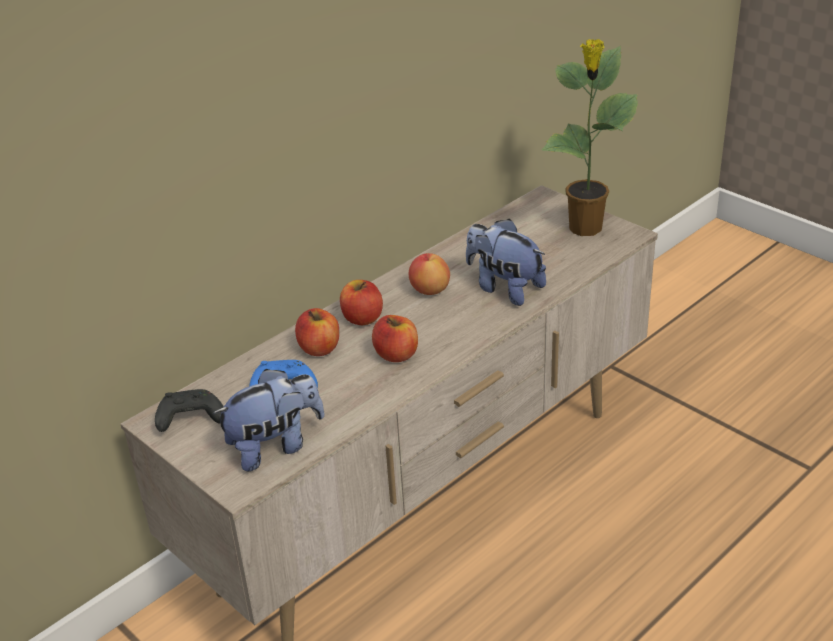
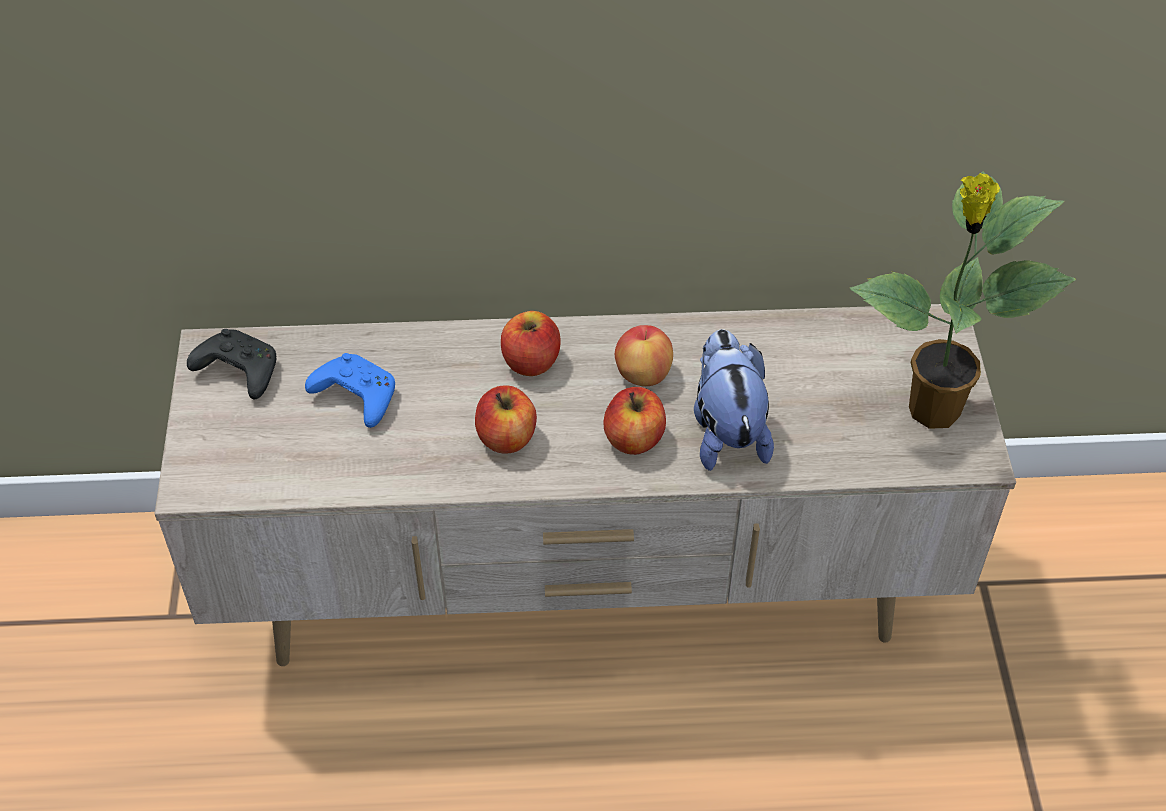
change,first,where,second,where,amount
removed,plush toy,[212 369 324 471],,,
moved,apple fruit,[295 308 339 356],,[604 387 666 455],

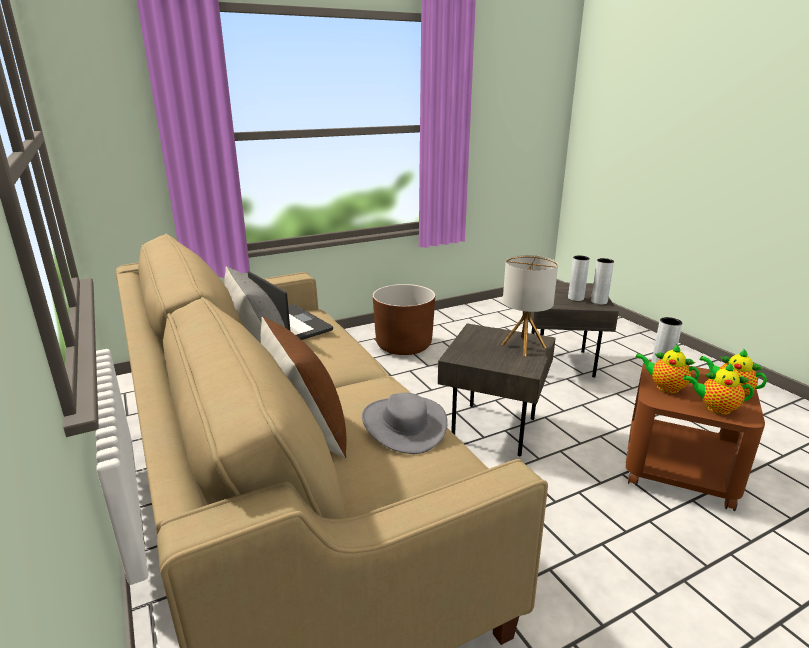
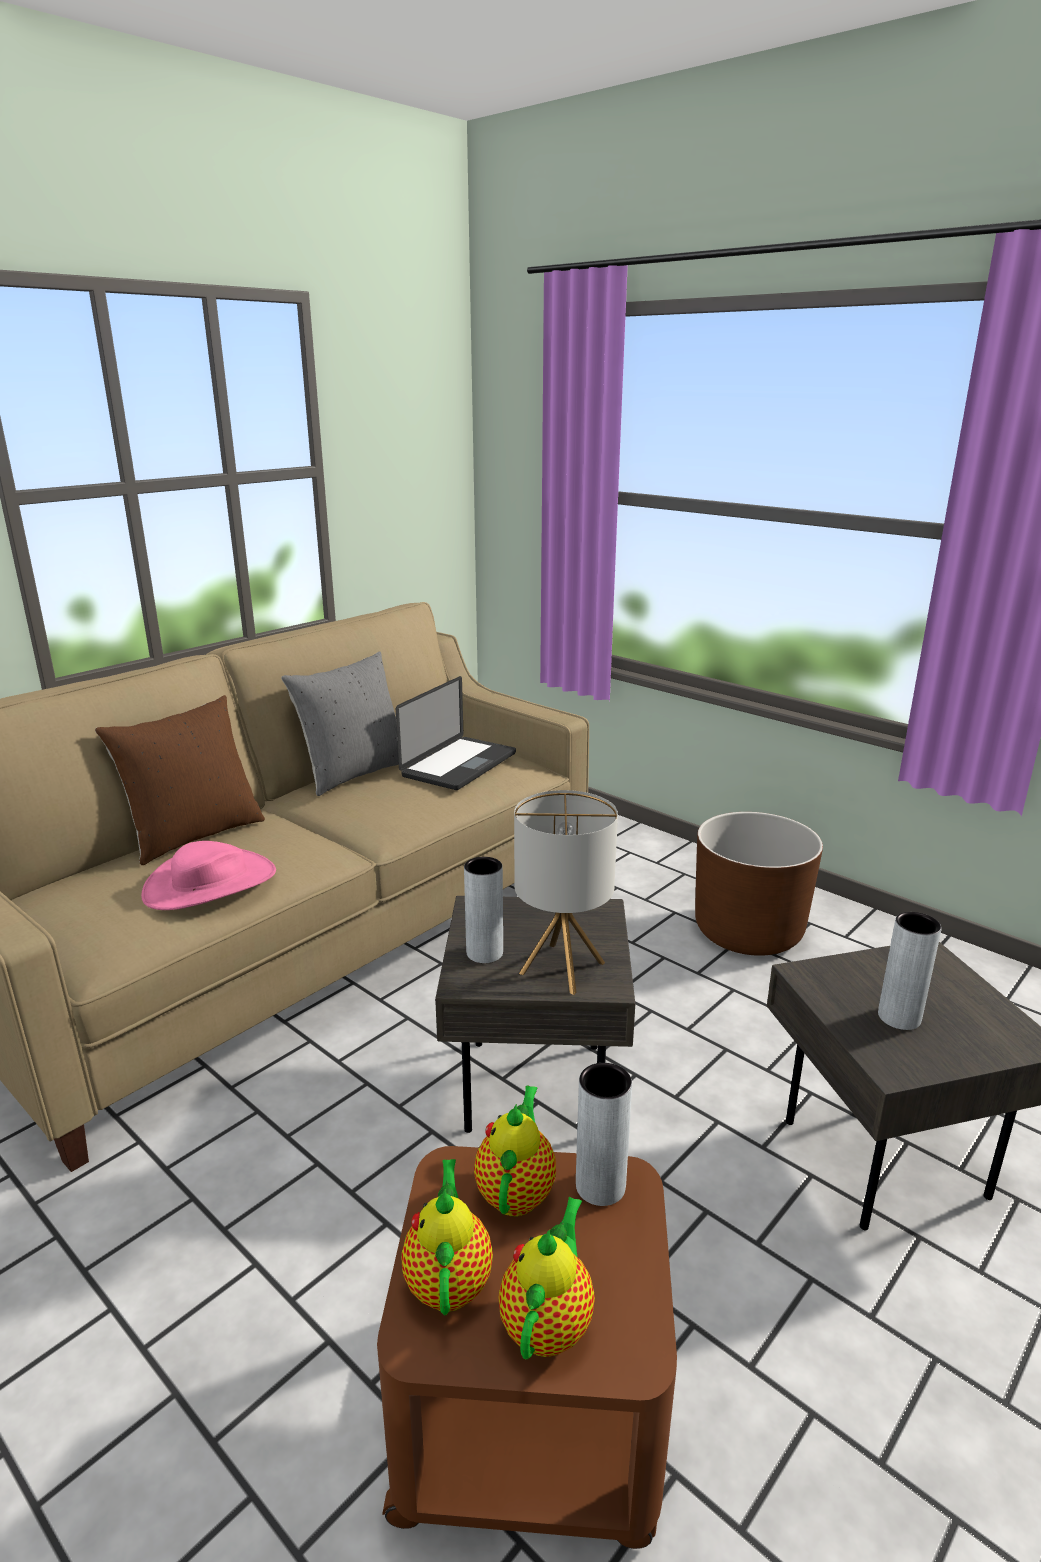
change,first,where,second,where,amount
recoloured,gray clothing hat,[362 392 448 454],pink-coloured clothing hat,[141 841 276 910],
moved,gray flower vase,[591 258 614 305],,[464 857 503 963],

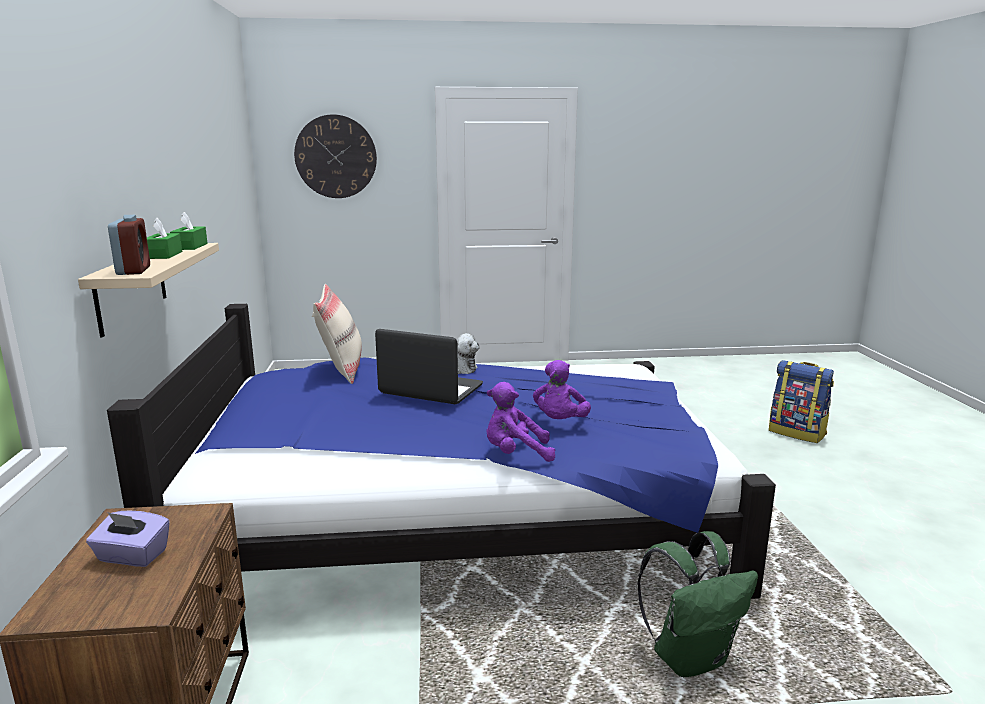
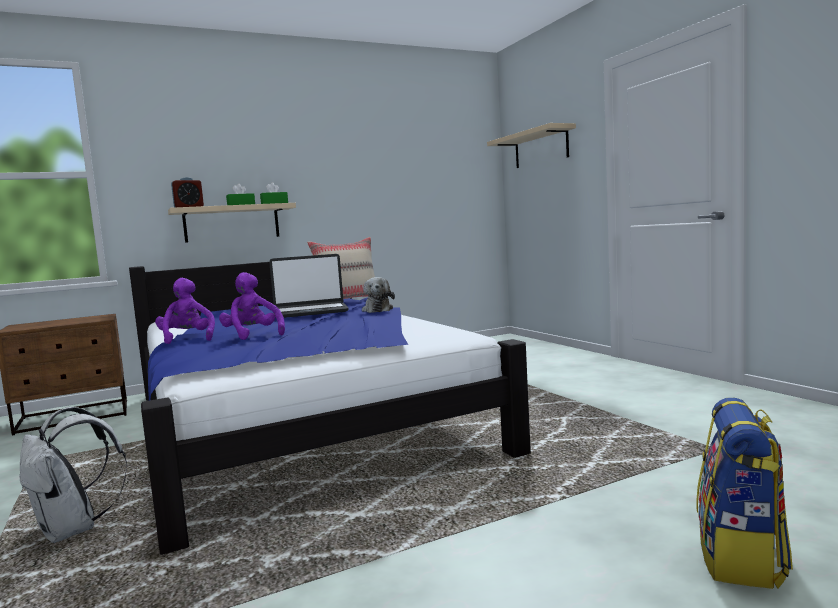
change,first,where,second,where,amount
removed,purple tissue box,[86 511 170 567],,,
replaced,hanging clock,[294 114 377 198],beige bracket shelf,[487 123 576 168],
turned,portable computer,[375 329 483 404],,[269 254 349 318],75 degrees clockwise
turned,purple plush toy,[533 360 591 419],,[219 272 285 340],60 degrees clockwise
recoloured,green rucksack,[638 531 758 677],white rucksack,[19 407 127 543],

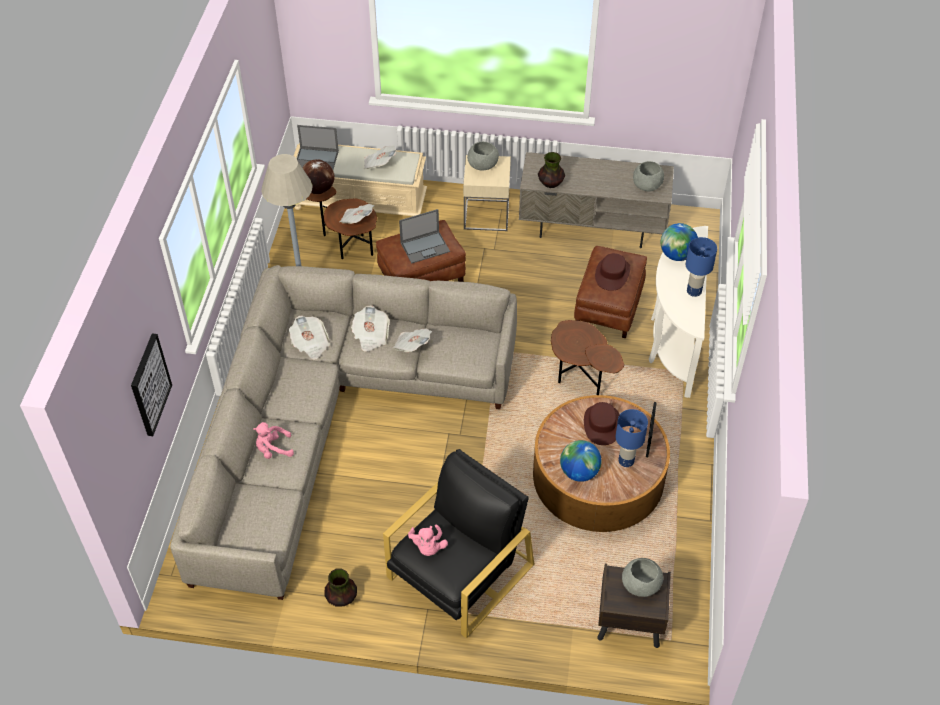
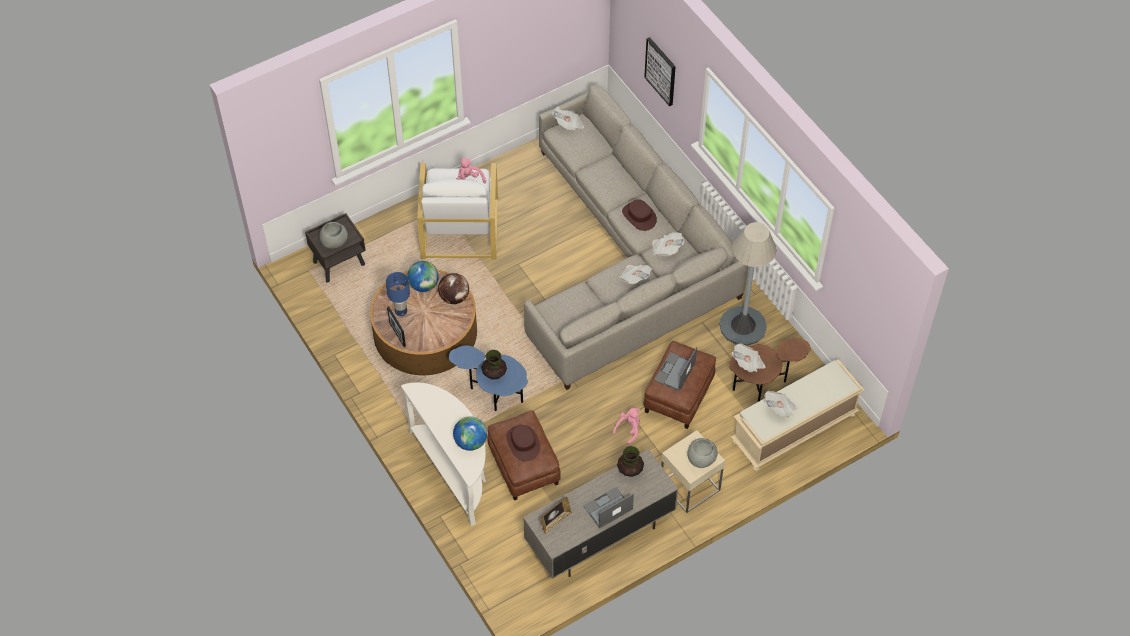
change,first,where,second,where,amount
moved,pink-coloured plush toy,[253 422 294 459],,[612 408 640 445],
moved,portable computer,[297 125 339 169],,[583 487 634 528],
moved,desk globe,[302 159 335 194],,[438 273 469 304],
moved,flower vase,[324 568 357 607],,[481 350 507 380],
recoloured,black easy chair,[383 449 534 638],white easy chair,[417 163 498 260],
moved,printed paper,[393 328 432 352],,[552 106 584 131],
recoloured,brown side table,[551 320 624 395],blue-coloured side table,[449 345 528 411],
moved,brown clothing hat,[584 402 620 445],,[622 199 657 231],
replaced,gray bowl,[633 161 664 191],picture frame,[541 497 572 534],
removed,blue-coloured table lamp,[686 237 717 297],,,

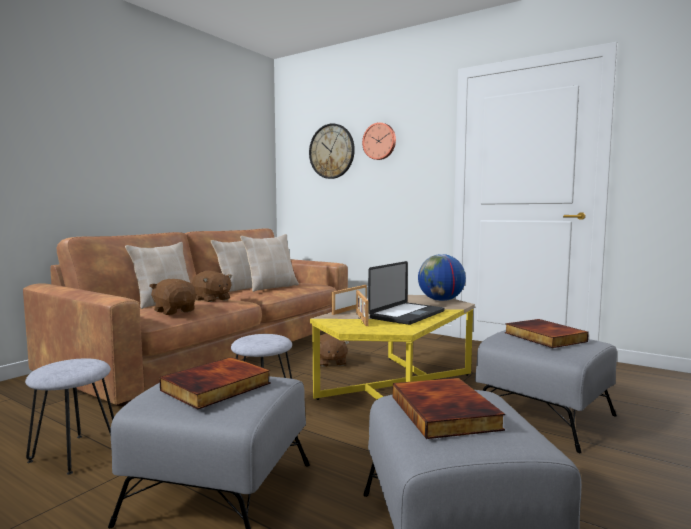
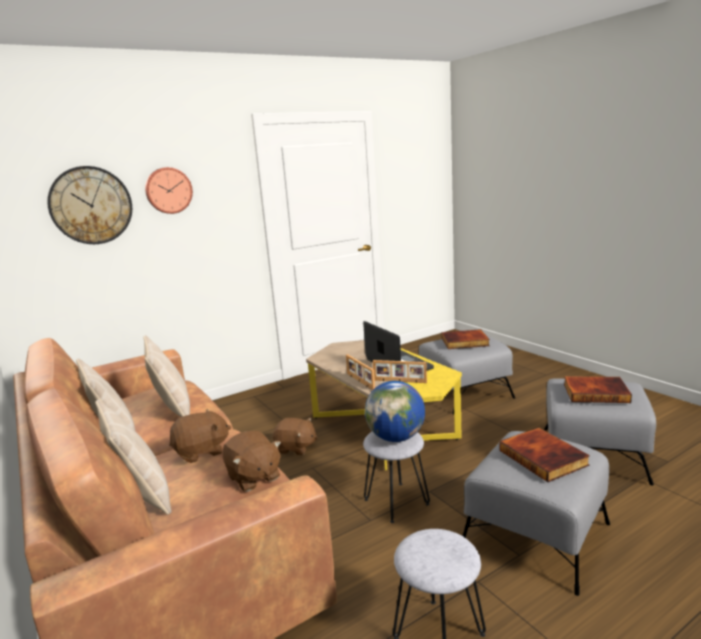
change,first,where,second,where,amount
turned,brown plush toy,[149 279 196 315],,[223 431 281 492],105 degrees counterclockwise
moved,desk globe,[418 254 466 301],,[365 381 425 442],

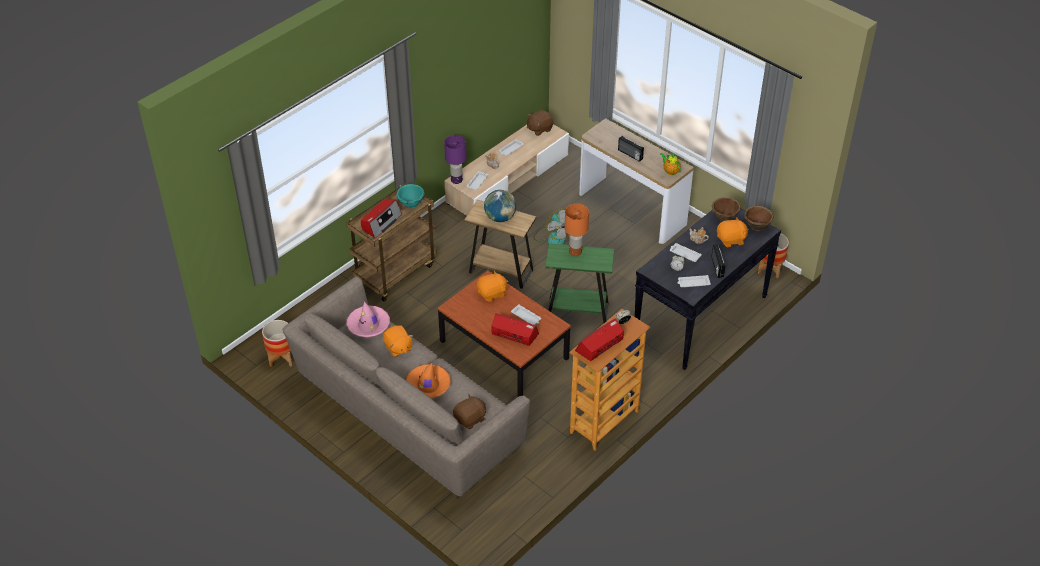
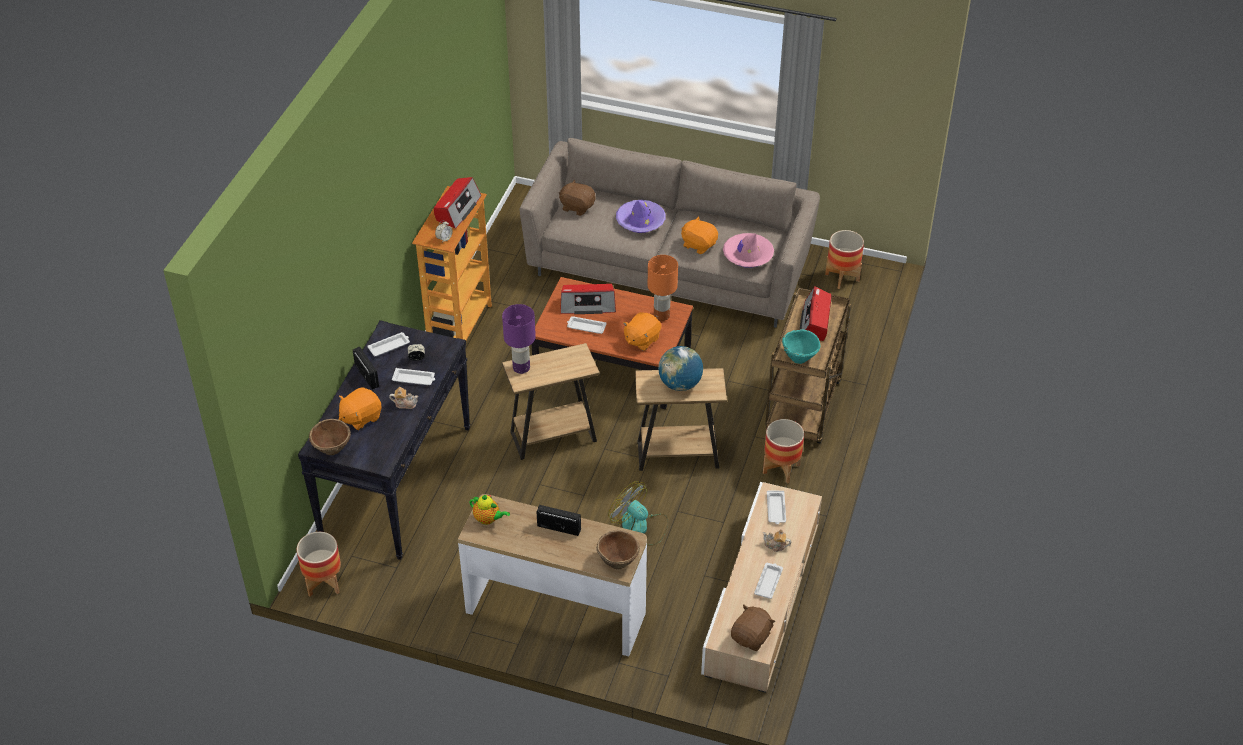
change,first,where,second,where,amount
recoloured,orange-coloured clothing hat,[406 363 451 398],purple clothing hat,[616 200 666 233],
moved,purple table lamp,[444 135 467 184],,[502 304 536 374],
turned,brown plush toy,[453 394 486 429],,[559 179 595 216],90 degrees clockwise
recoloured,green side table,[545 243 615 323],brown side table,[502 343 600 460],
moved,orange-coloured table lamp,[565 204 589 256],,[648 255 678 321],
moved,brown bowl,[712 197 741 221],,[596 530 640 569],
added,,,plant pot,[763 419 804 484],

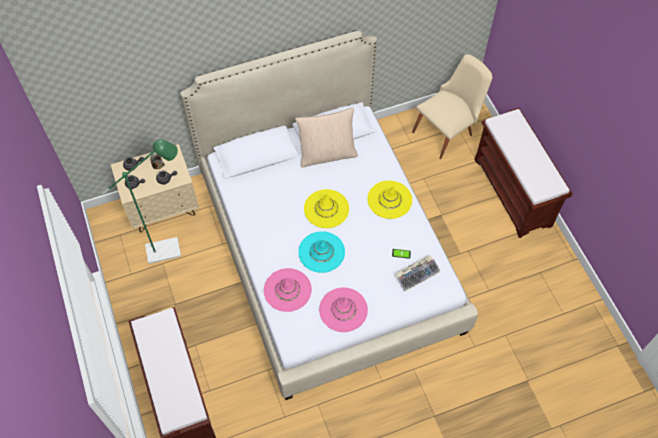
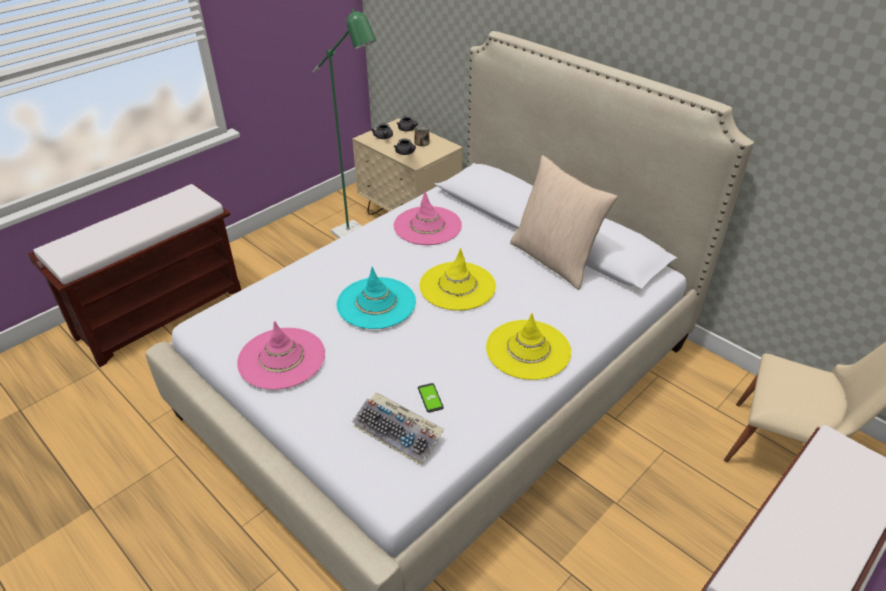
change,first,where,second,where,amount
moved,pink-coloured clothing hat,[264 268 312 312],,[394 191 462 245],

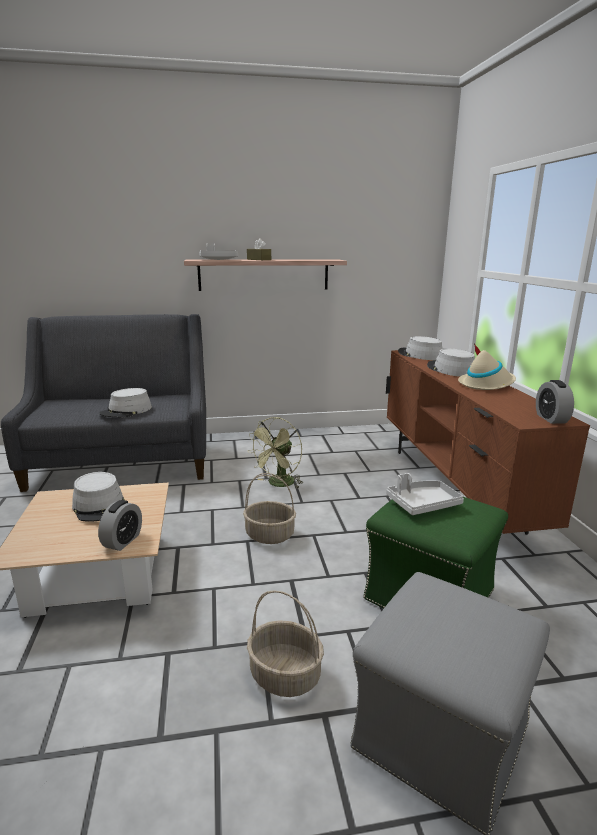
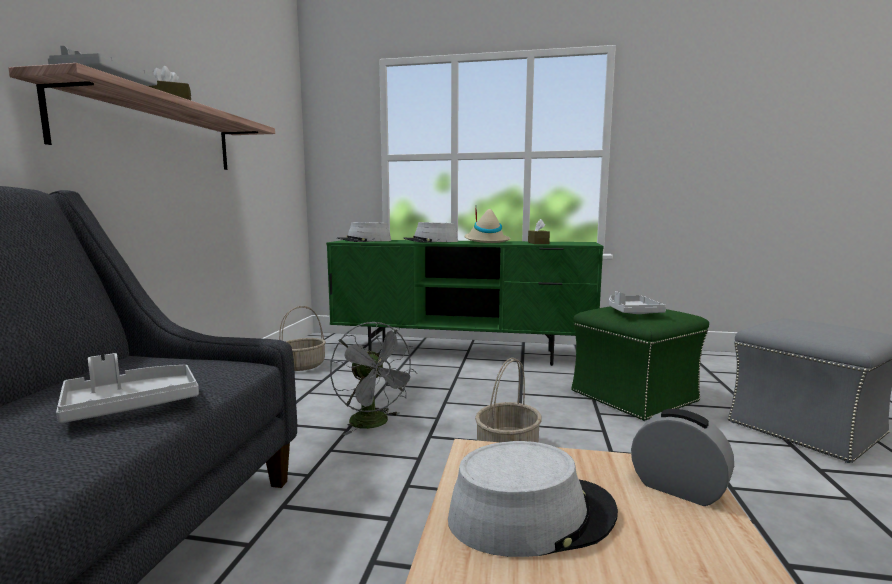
change,first,where,second,where,amount
replaced,gray clothing hat,[99 388 152 418],gray tray,[56 353 199 423],
recoloured,green electric fan,[247 417 303 488],gray electric fan,[330 322 418 435],
moved,basket,[247 590 324 697],,[279 306 326 371],
recoloured,brown tv stand,[386 350 590 535],green tv stand,[326 240 604 366],
removed,alarm clock,[536 380 574 424],,,
added,,,brown tissue box,[528 219 550 244],

